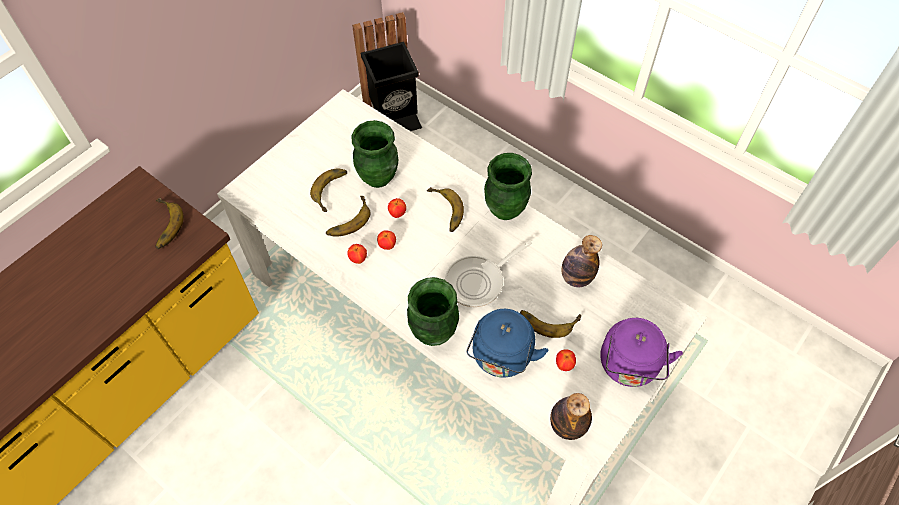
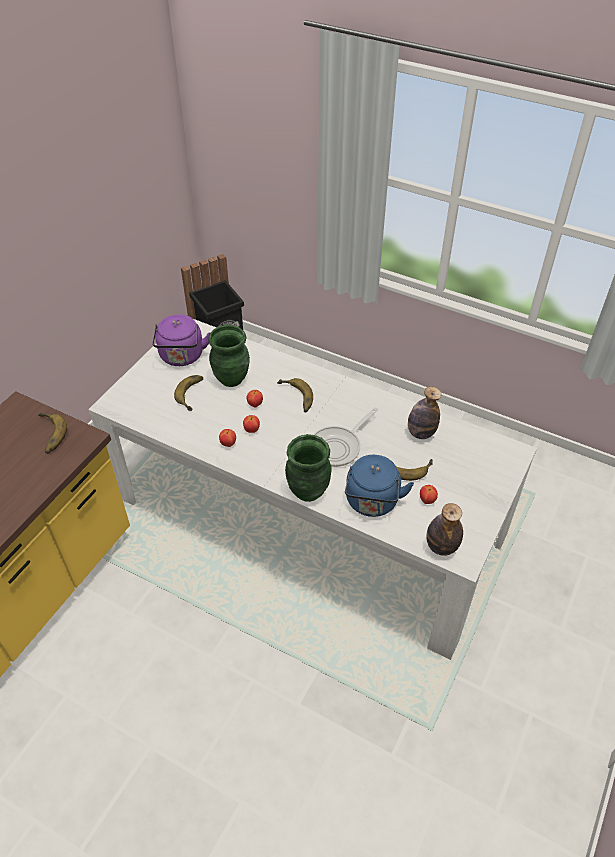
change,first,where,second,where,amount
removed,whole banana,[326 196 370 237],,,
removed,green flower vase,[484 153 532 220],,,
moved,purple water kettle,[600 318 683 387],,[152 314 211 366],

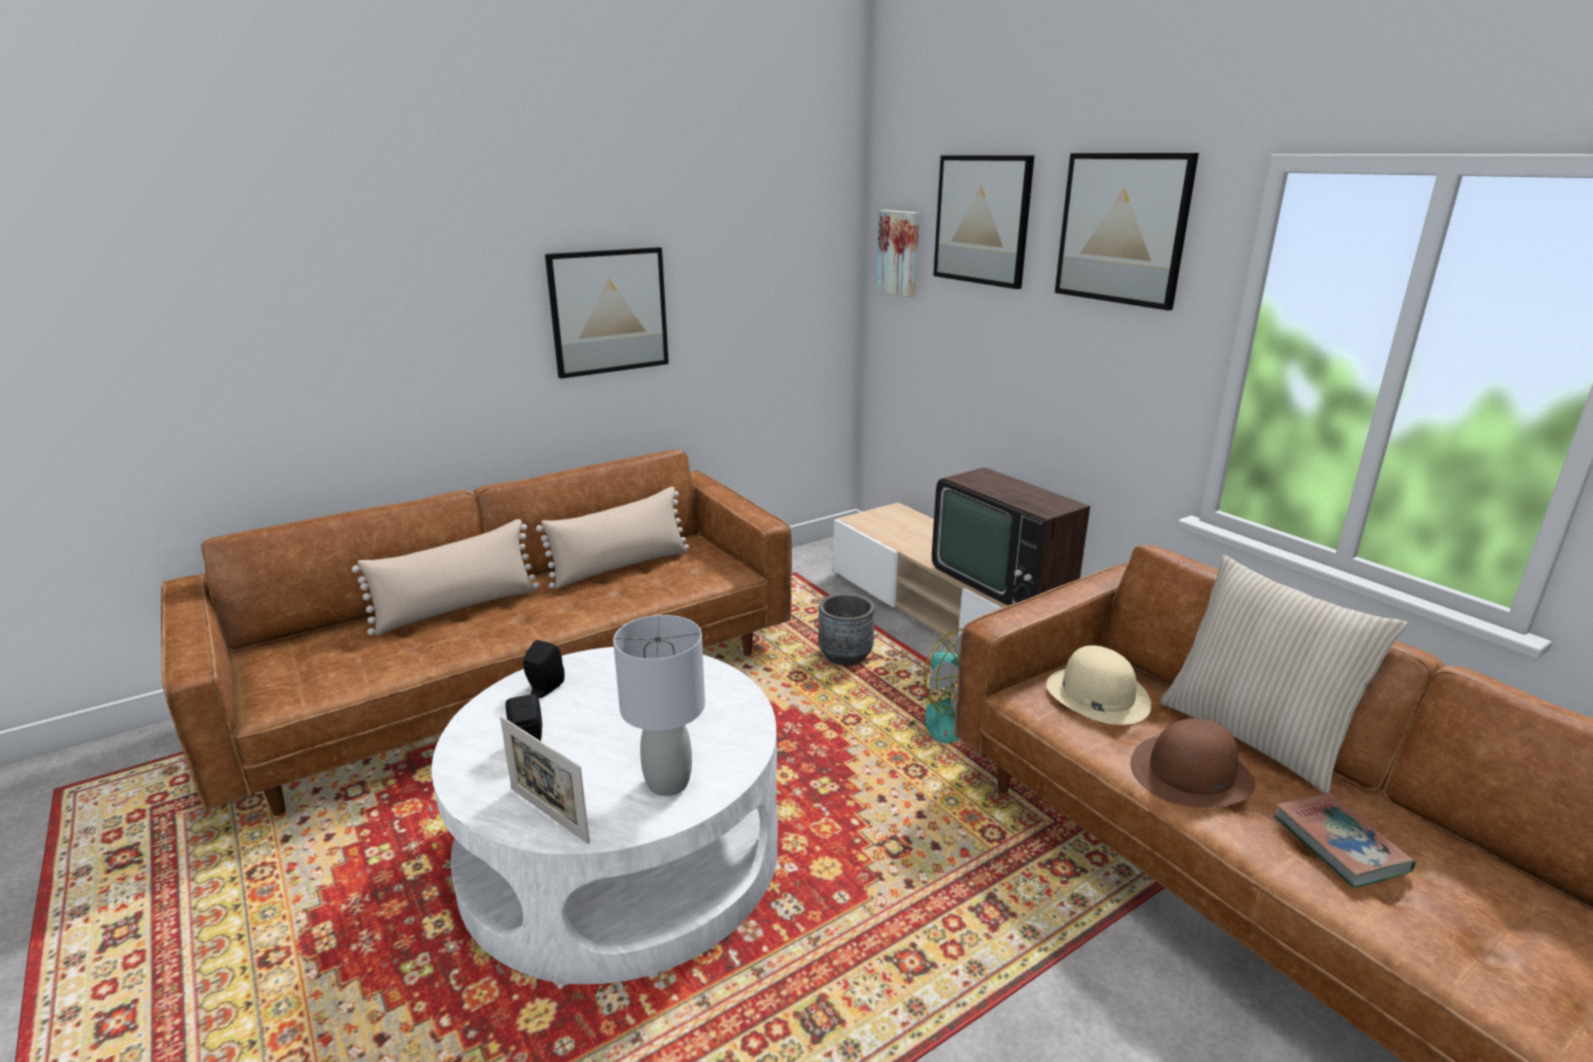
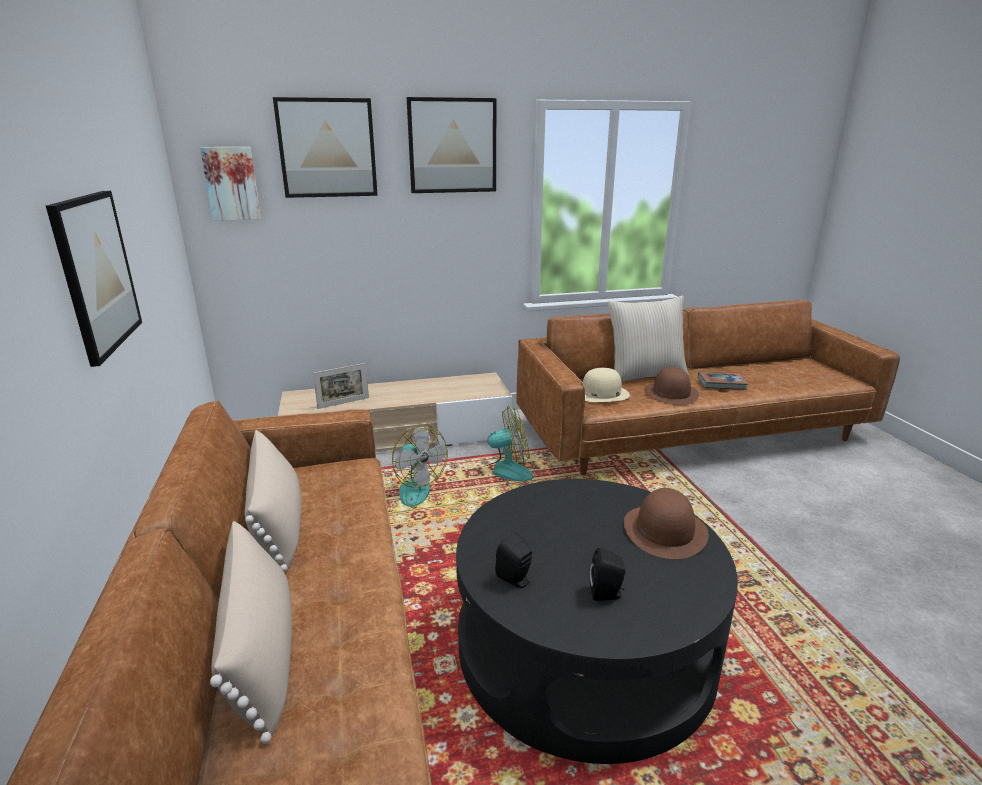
change,first,where,second,where,amount
recoloured,white low table,[432 647 778 984],black low table,[456 479 738 764],
moved,picture frame,[500 716 590 844],,[313 363 369 409],
replaced,gray table lamp,[613 615 705 796],brown clothing hat,[624 488 709 559],
replaced,gray plant pot,[818 593 875 666],electric fan,[387 425 448 507],
removed,TV,[932 468 1090 606],,,

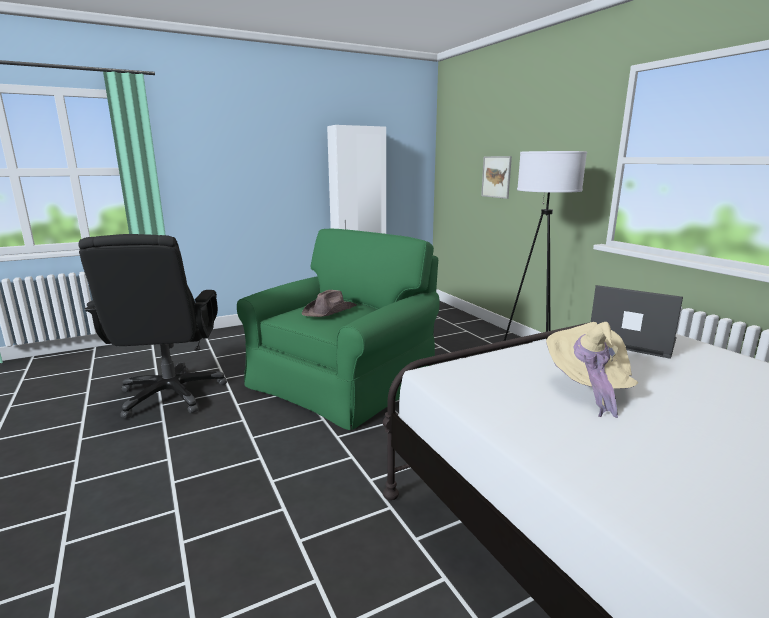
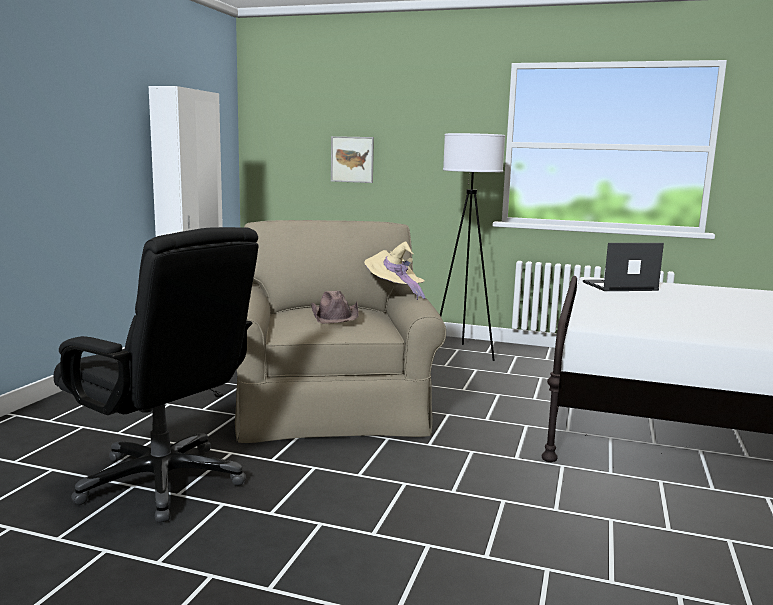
change,first,where,second,where,amount
recoloured,green easy chair,[237 228 440 430],beige easy chair,[235 220 446 443],
moved,beige clothing hat,[546 322 638 418],,[364 242 426 300],

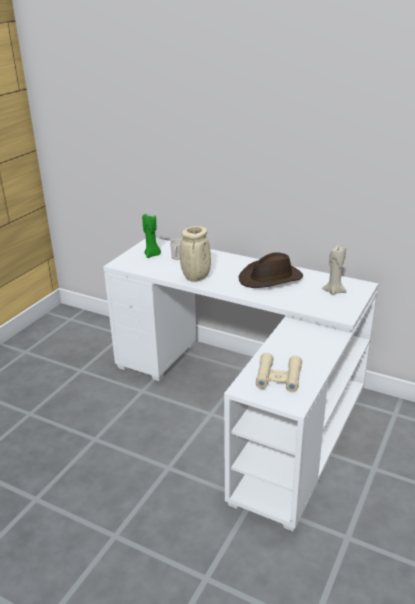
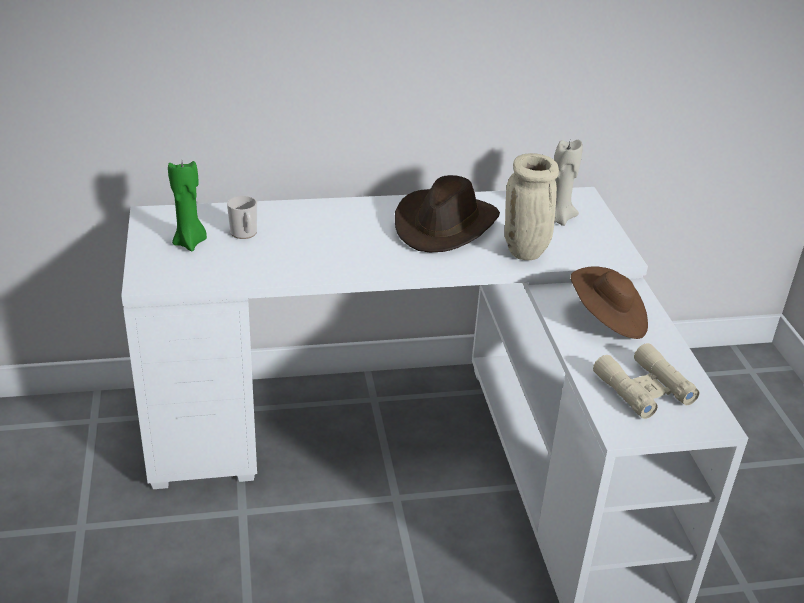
change,first,where,second,where,amount
moved,beige flower vase,[180 226 211 282],,[504 153 559 260],
added,,,brown clothing hat,[571 266 648 339],

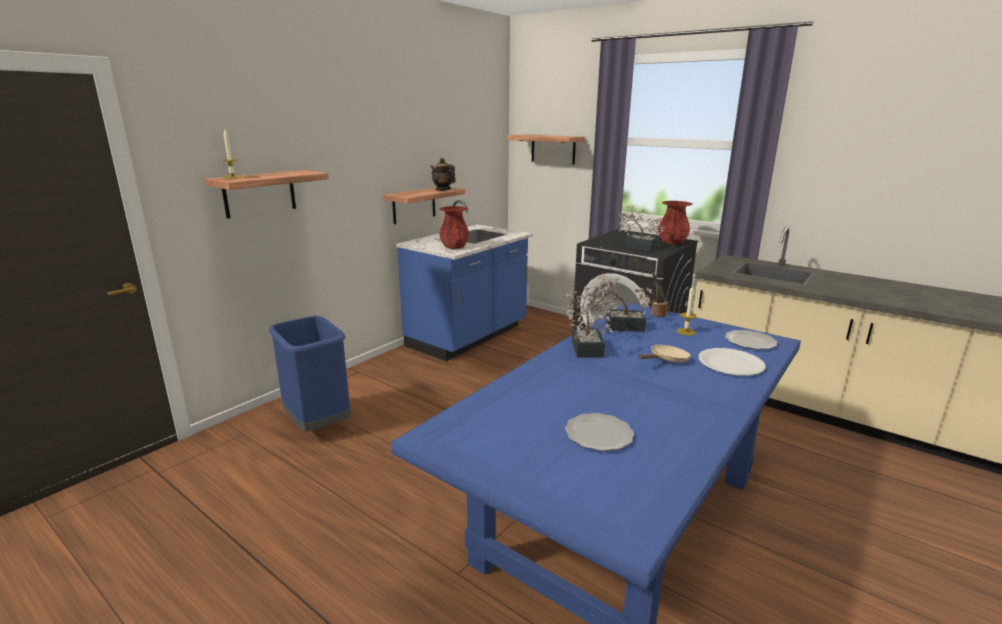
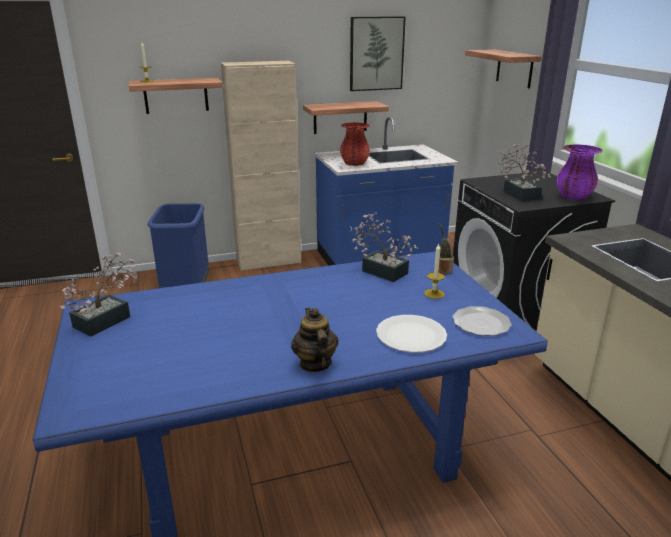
change,first,where,second,where,amount
moved,tea pot,[431 158 456 191],,[291 308 338 372],
moved,potted plant,[562 287 613 358],,[60 253 138 337],
removed,plate,[565 413 634 451],,,
removed,beige frying pan,[639 345 691 362],,,
recoloured,red-coloured flower vase,[658 201 693 244],purple flower vase,[556 144 603 200],
added,,,beige storage cabinet,[221 61 301 271],
added,,,wall picture,[350 16 406 91],

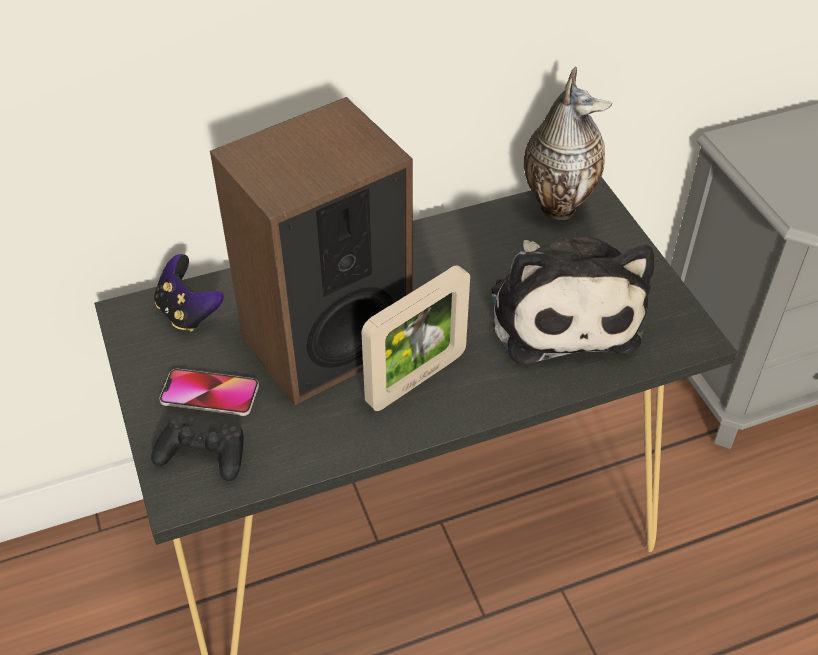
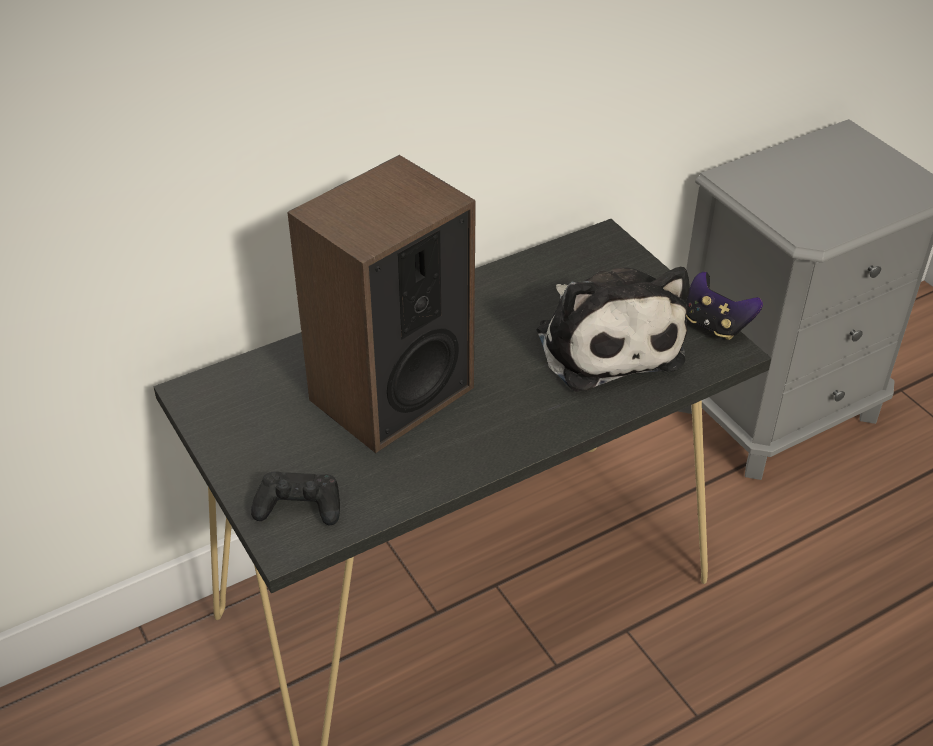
change,first,where,second,where,amount
moved,gamepad,[154 254 224 332],,[686 272 763 340],
removed,handset,[159 369 259 416],,,
removed,picture frame,[361 265 470 411],,,
removed,flower vase,[524 67 612 220],,,

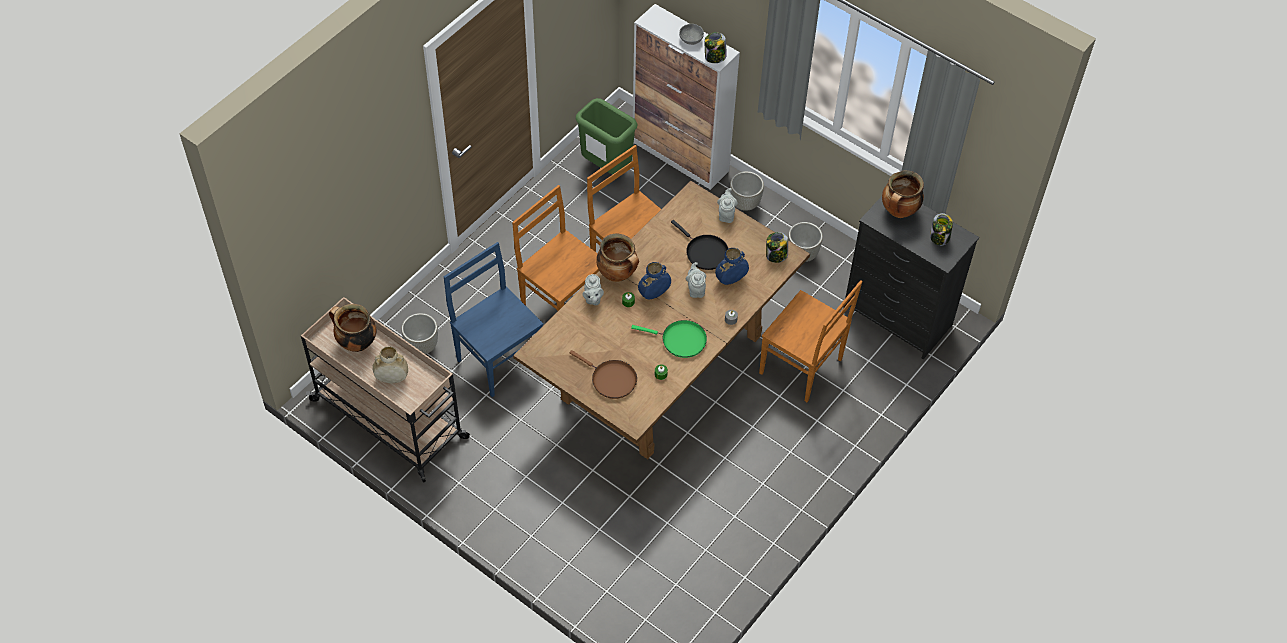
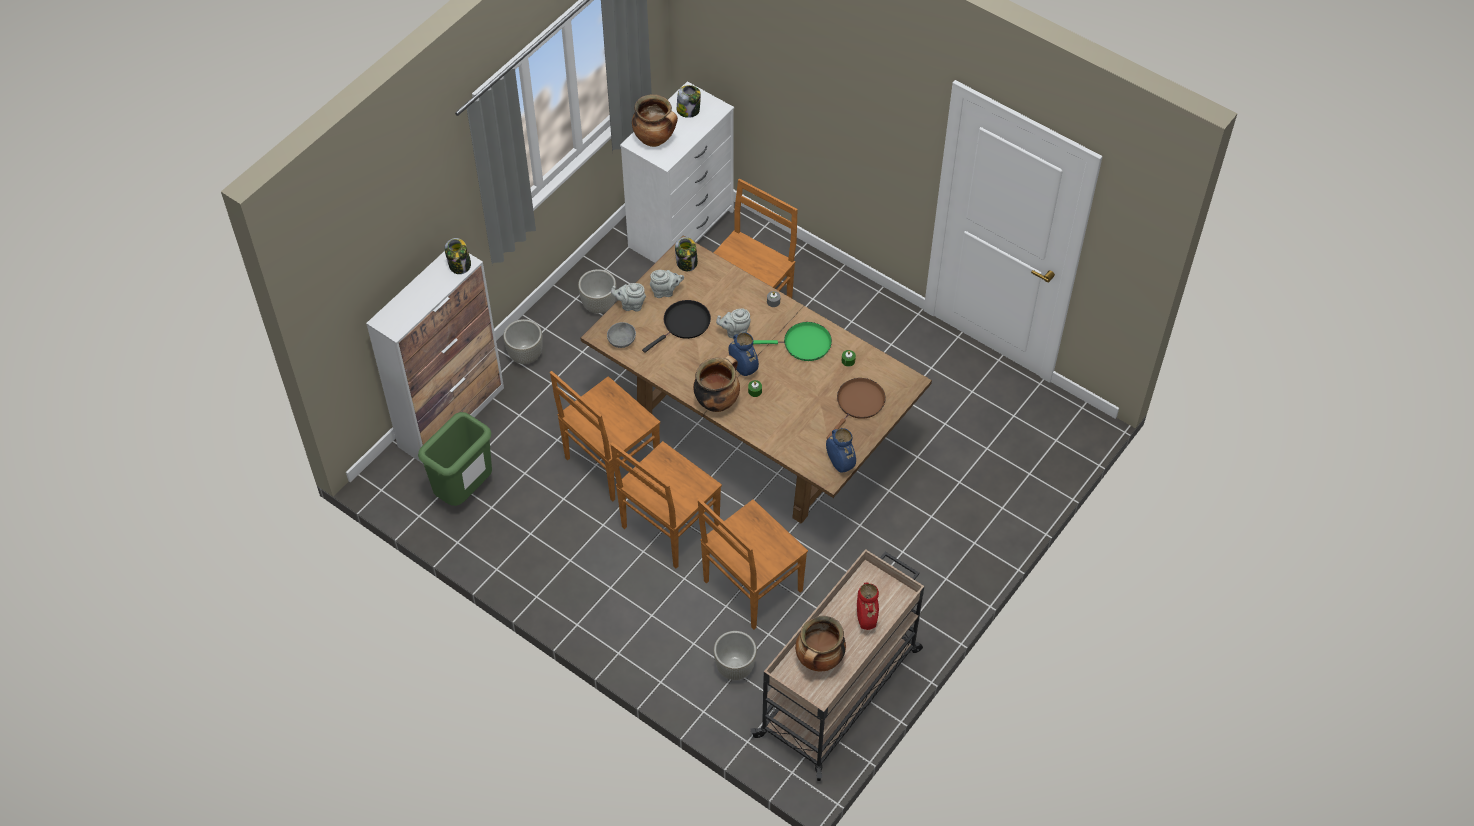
change,first,where,second,where,amount
recoloured,beige flower vase,[372 346 408 383],red-coloured flower vase,[857 582 879 630],
recoloured,blue-coloured chair,[444 242 543 397],brown chair,[698 498 808 630],
moved,gray tea pot,[582 274 604 305],,[650 270 684 298],
turned,green frying pan,[631 320 707 358],,[753 322 832 361],75 degrees clockwise
moved,gray bowl,[679 24 704 45],,[607 322 636 348],
moved,blue-coloured flower vase,[715 248 749 285],,[826 428 856 472],
recoloured,black dresser,[843 196 979 359],white dresser,[620 81 734 263],

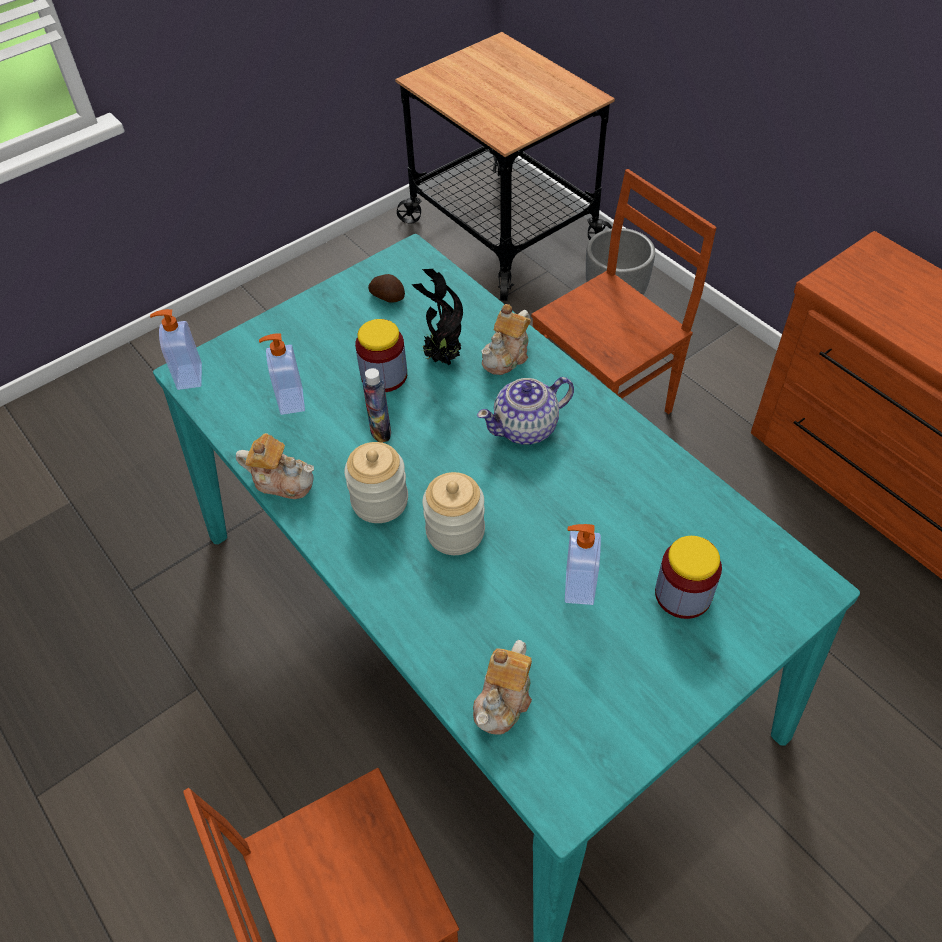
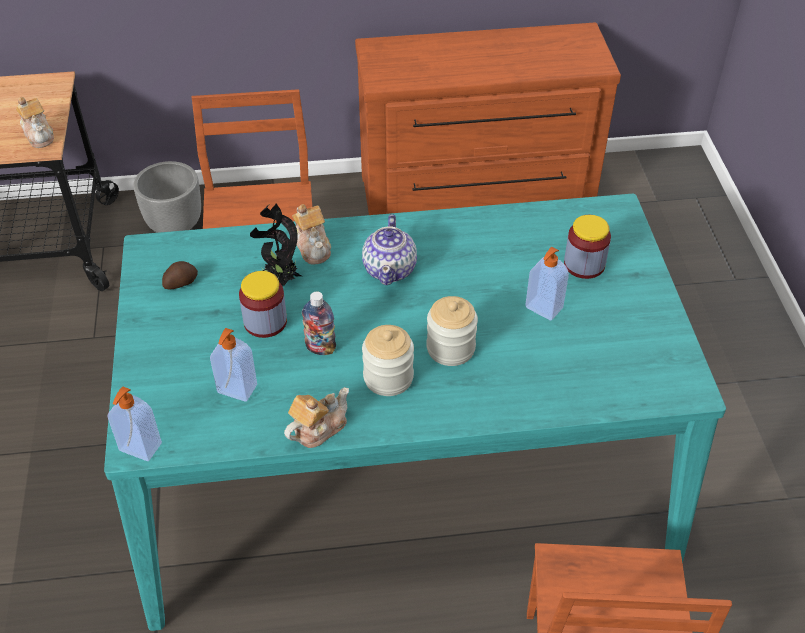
change,first,where,second,where,amount
moved,tea pot,[473 640 532 734],,[16 97 54 148],

